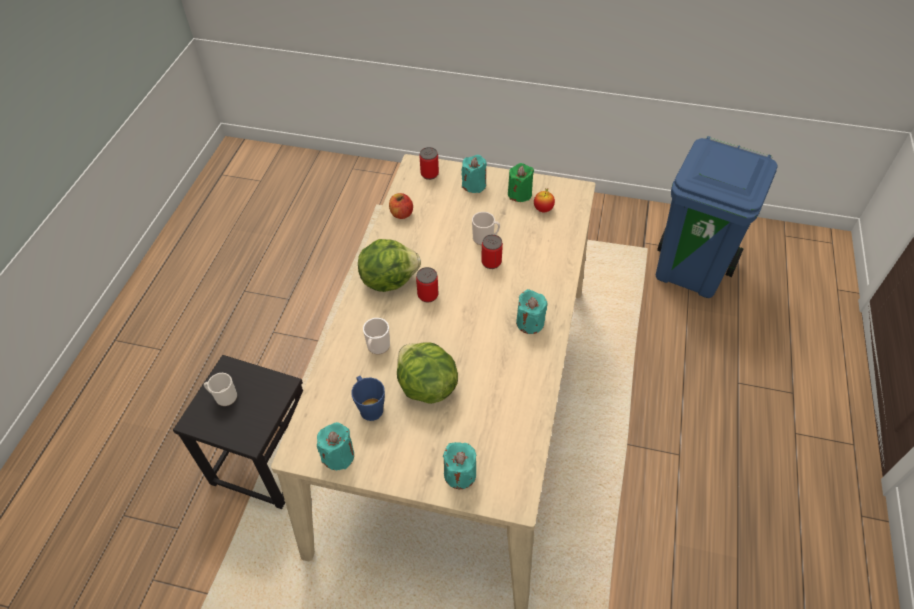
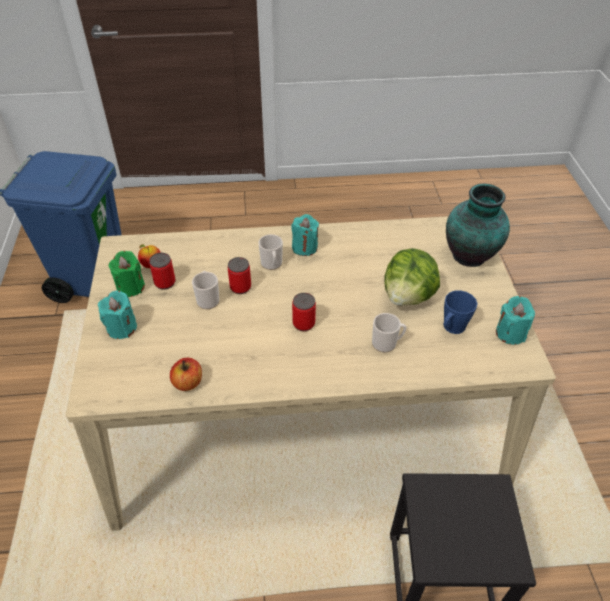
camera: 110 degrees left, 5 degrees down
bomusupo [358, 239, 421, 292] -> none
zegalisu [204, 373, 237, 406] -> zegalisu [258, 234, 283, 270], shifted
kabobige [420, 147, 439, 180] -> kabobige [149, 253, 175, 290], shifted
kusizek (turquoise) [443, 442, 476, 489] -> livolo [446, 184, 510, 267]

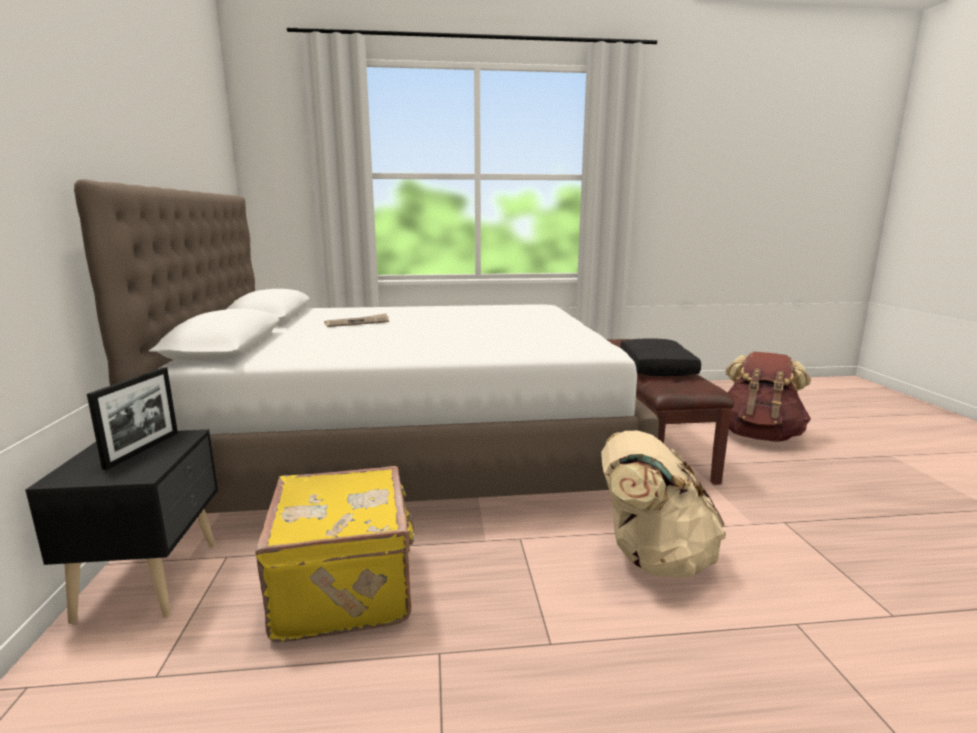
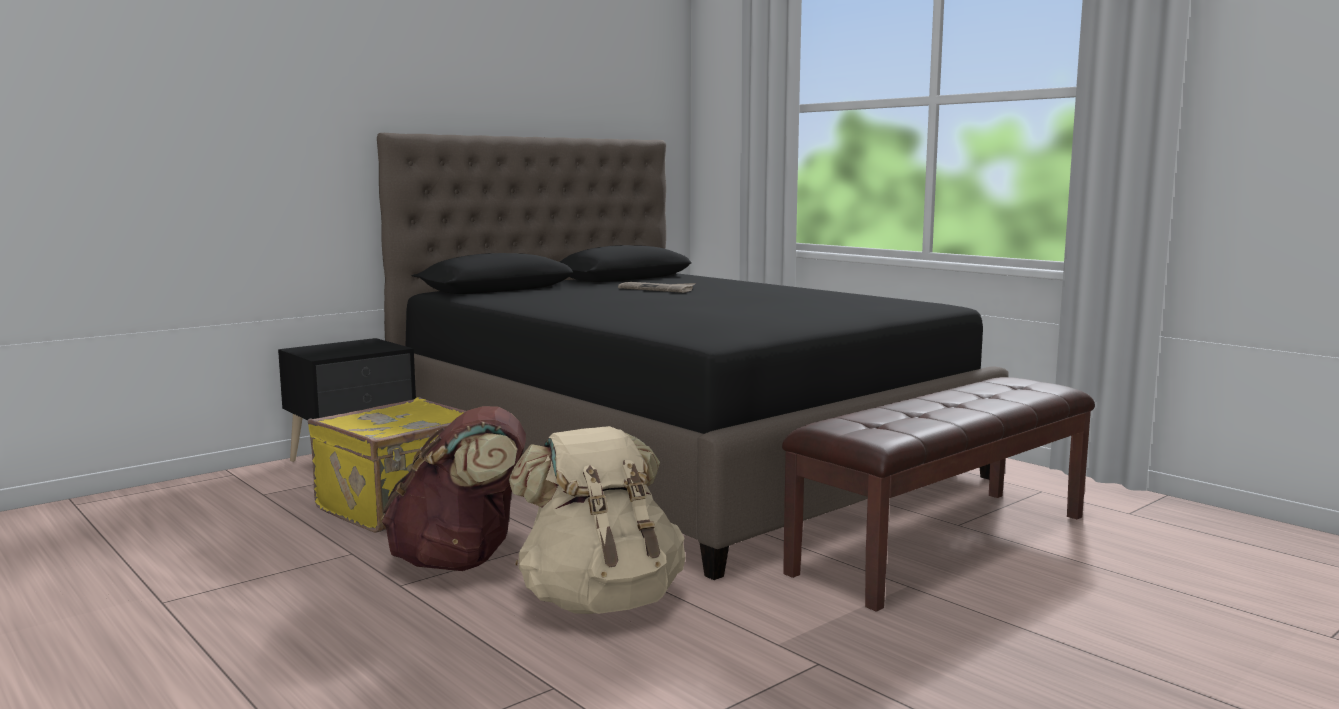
camera: 55 degrees right, 5 degrees down
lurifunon [87, 367, 178, 470] -> none
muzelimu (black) [620, 338, 701, 376] -> none
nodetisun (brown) [726, 352, 811, 442] -> nodetisun (brown) [381, 406, 526, 571], shifted
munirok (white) [74, 179, 659, 513] -> munirok (black) [377, 133, 1009, 580]

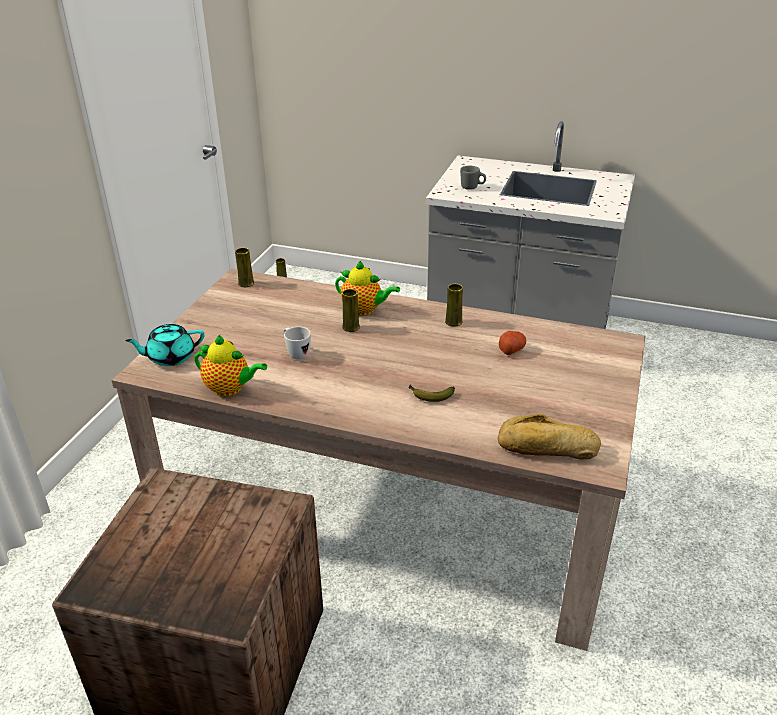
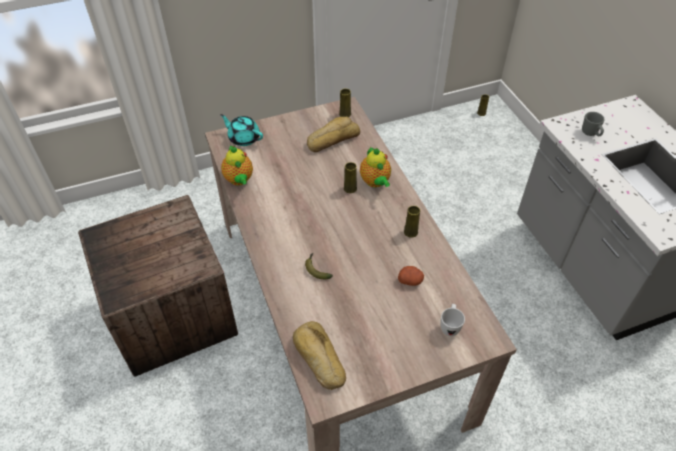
camera: 50 degrees right, 15 degrees up
none -> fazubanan [307, 117, 360, 152]
zegalisu (white) [284, 327, 311, 360] -> zegalisu (white) [441, 304, 465, 336], shifted

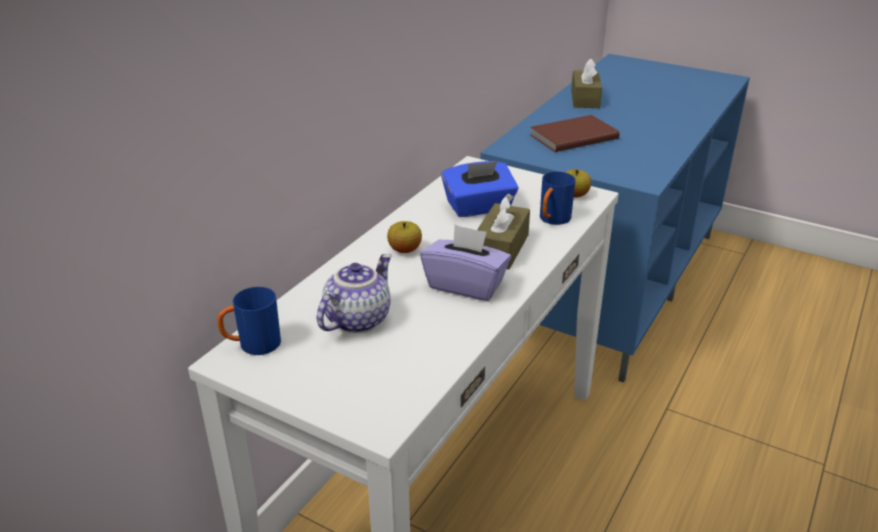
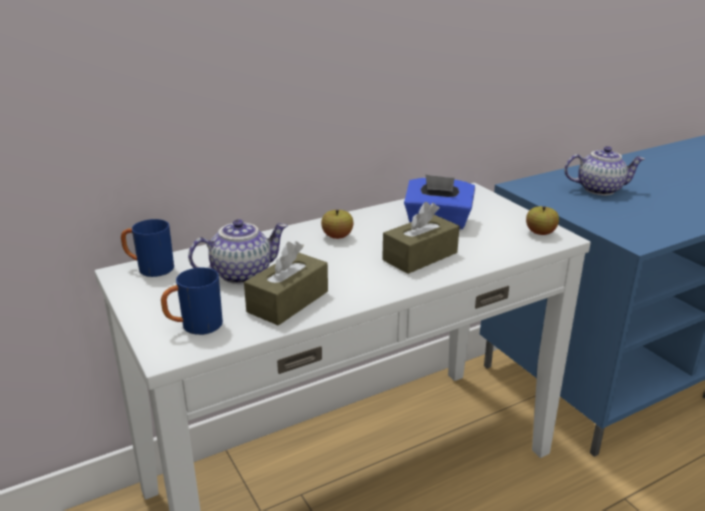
camera: 30 degrees right, 5 degrees down
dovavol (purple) [420, 224, 511, 301] -> none
zegalisu (blue) [540, 172, 576, 225] -> zegalisu (blue) [161, 268, 223, 335], shifted
dovavol (brown) [571, 58, 602, 108] -> dovavol (brown) [244, 241, 328, 326], shifted
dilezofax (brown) [530, 115, 619, 152] -> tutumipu [564, 146, 645, 195]

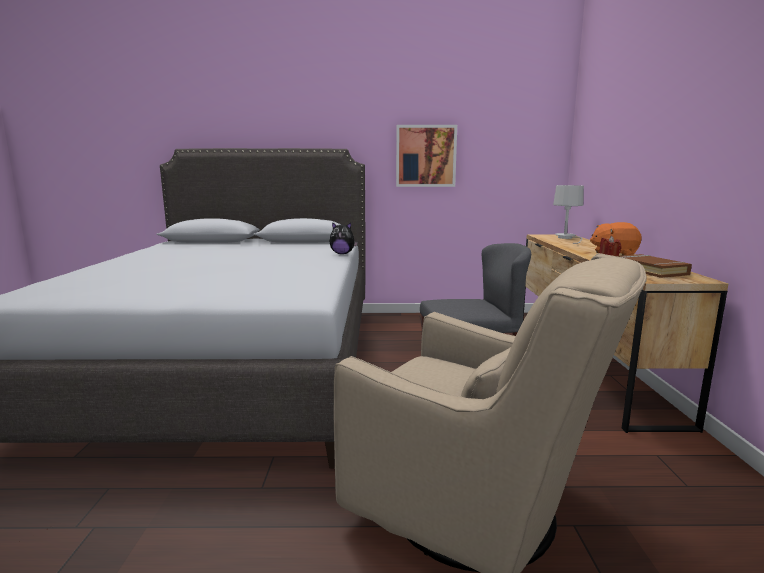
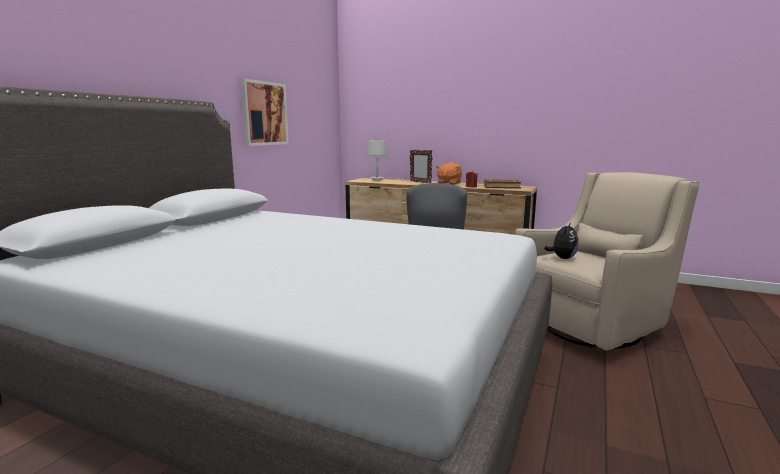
camera: 65 degrees left, 0 degrees up
none -> lurifunon [410, 150, 433, 183]
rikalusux [330, 222, 358, 254] -> rikalusux [544, 222, 578, 259], shifted

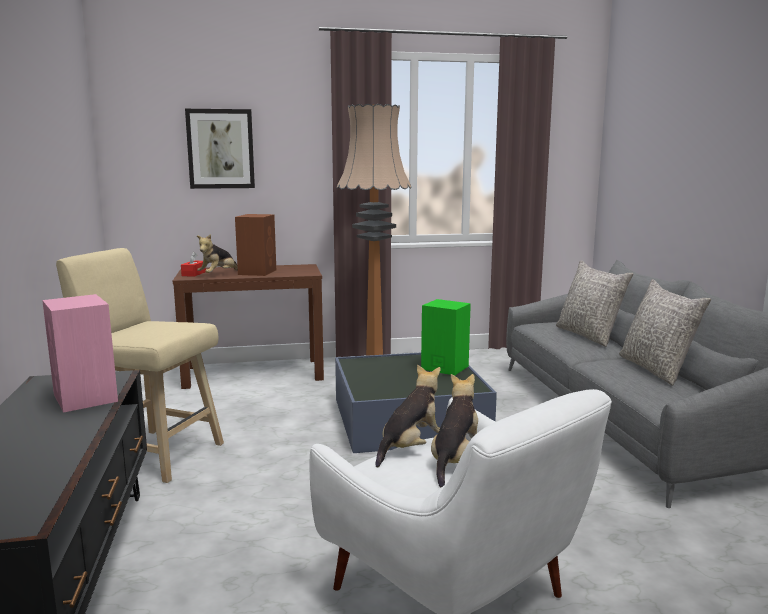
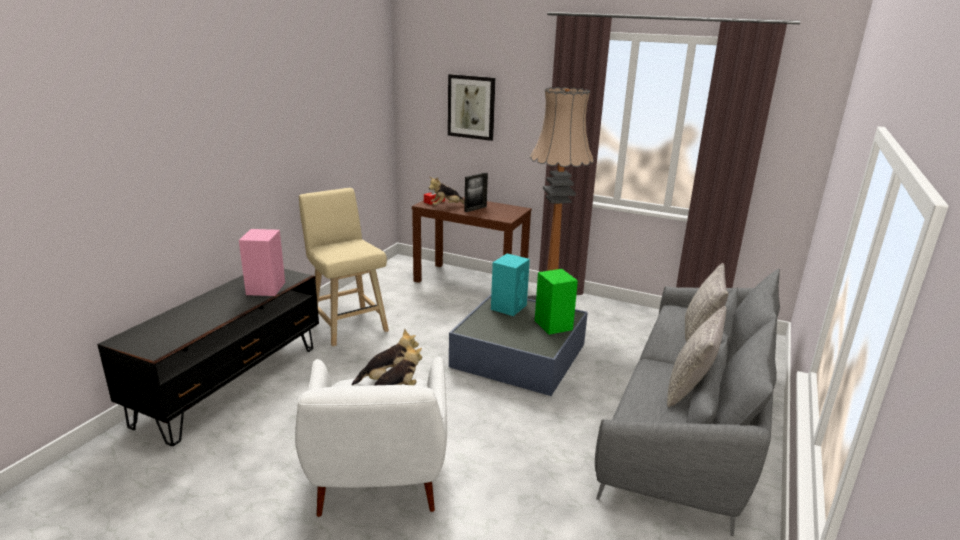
camera: 35 degrees right, 10 degrees up
none -> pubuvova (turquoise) [491, 254, 530, 316]
pubuvova (brown) [235, 214, 276, 276] -> lurifunon [464, 173, 488, 212]

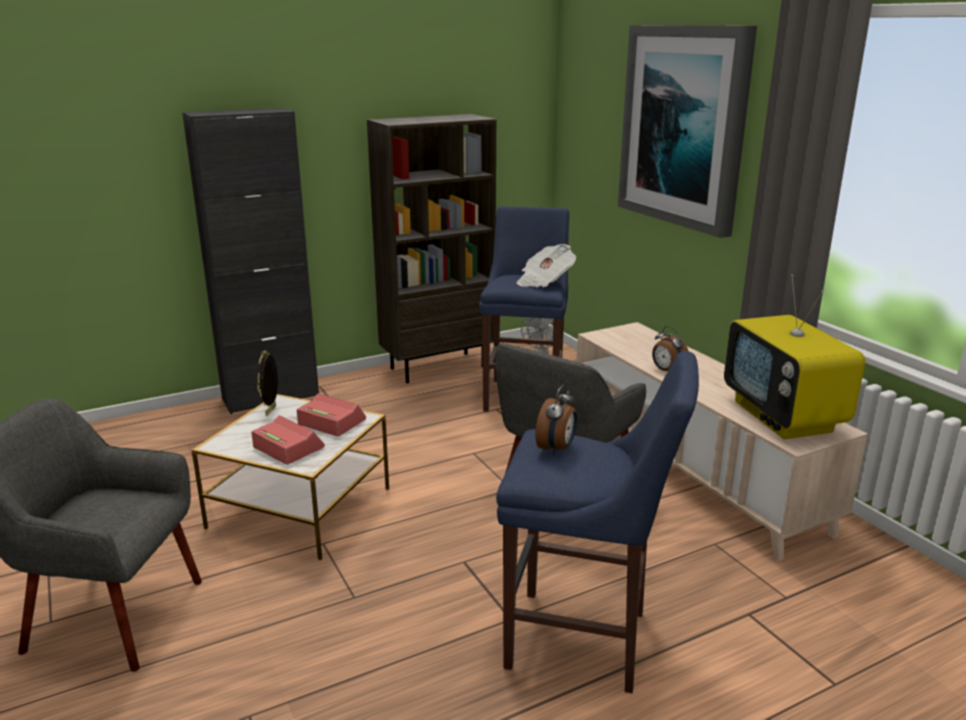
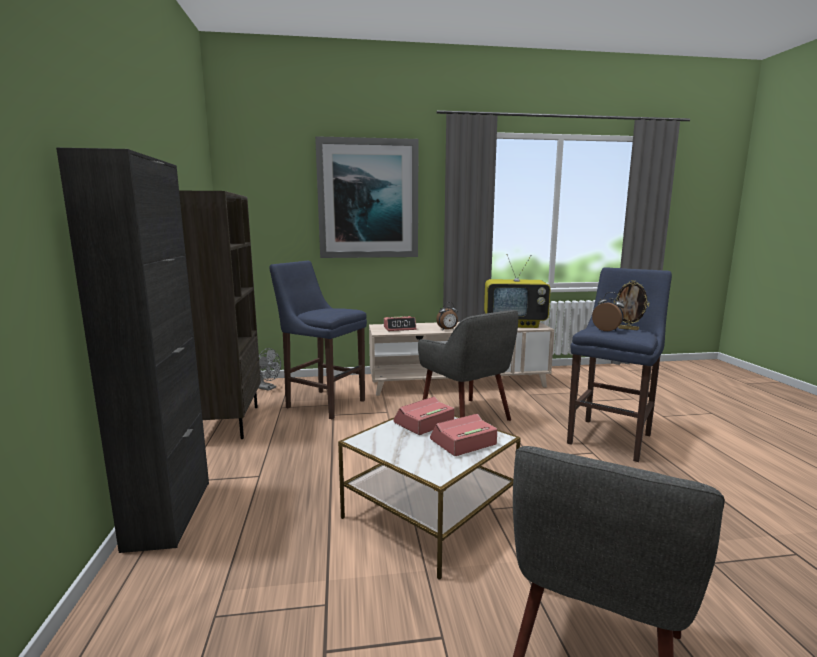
camera: 70 degrees left, 10 degrees down
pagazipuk [517, 244, 576, 287] -> none
none -> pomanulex [384, 316, 417, 331]
lurifunon [257, 350, 278, 416] -> lurifunon [613, 280, 649, 330], shifted

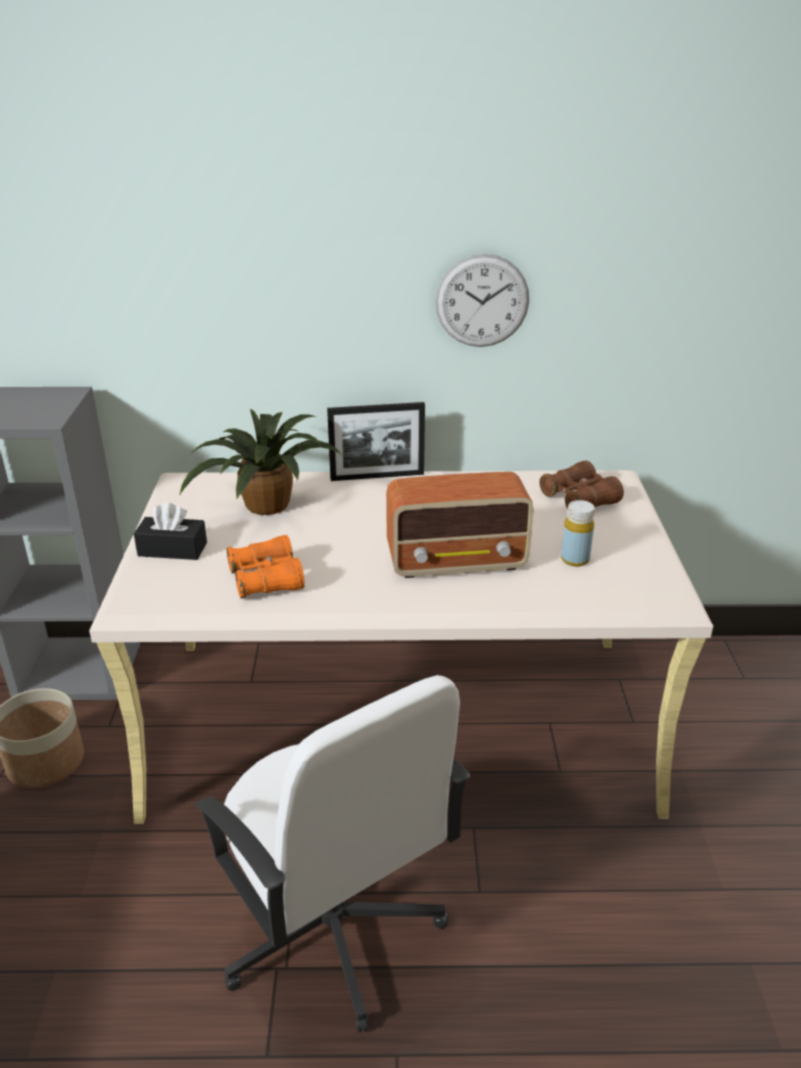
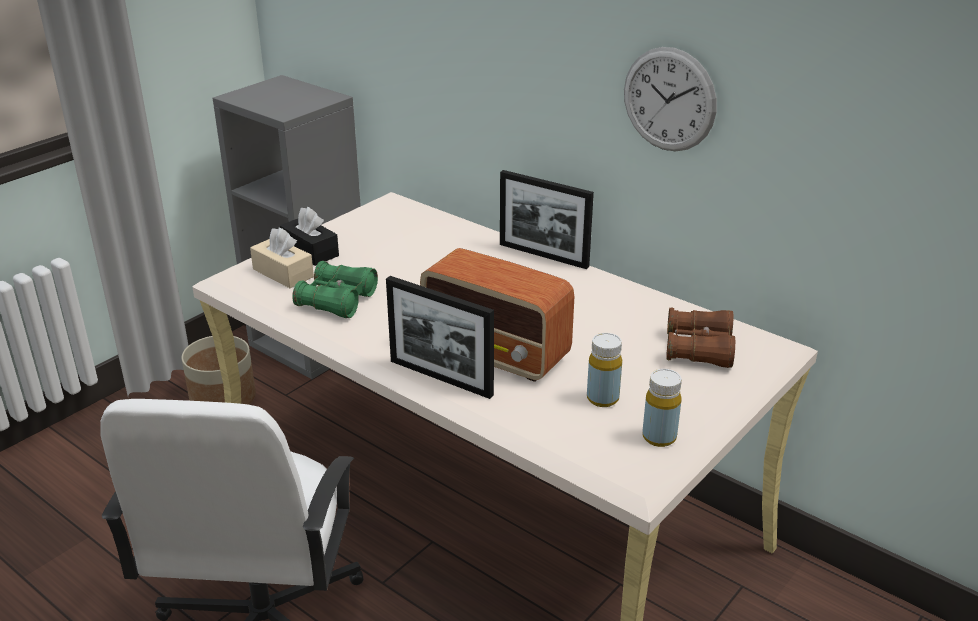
camera: 40 degrees right, 0 degrees up
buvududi [179, 408, 342, 515] -> none
none -> dovavol (beige) [250, 227, 314, 288]
none -> lurifunon [386, 276, 494, 399]
none -> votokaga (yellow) [642, 369, 682, 447]
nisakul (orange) [227, 535, 305, 599] -> nisakul (green) [292, 261, 378, 318]

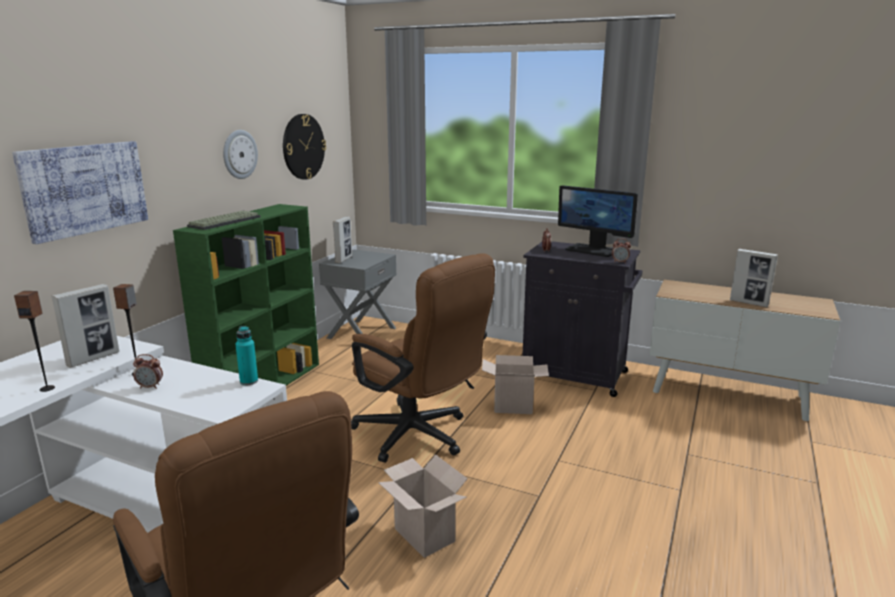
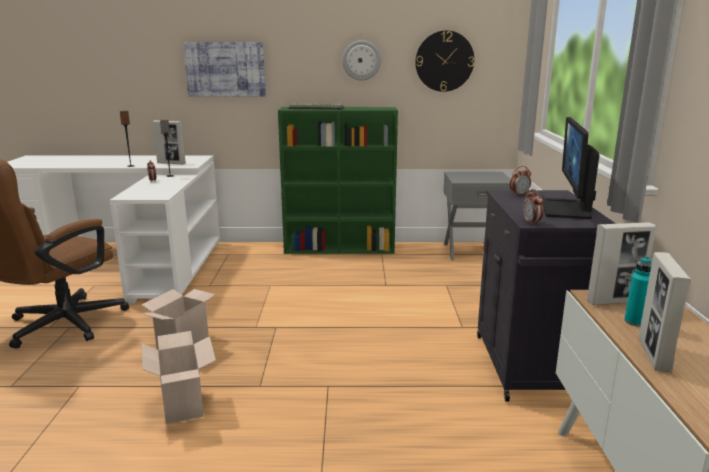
camera: 65 degrees right, 0 degrees up
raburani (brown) [351, 254, 495, 463] -> none
votokaga (turquoise) [235, 326, 258, 385] -> votokaga (turquoise) [624, 257, 652, 327], shifted
lurifunon [333, 217, 352, 263] -> lurifunon [587, 222, 656, 305], shifted
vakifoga [482, 355, 549, 414] -> vakifoga [142, 331, 216, 424], shifted

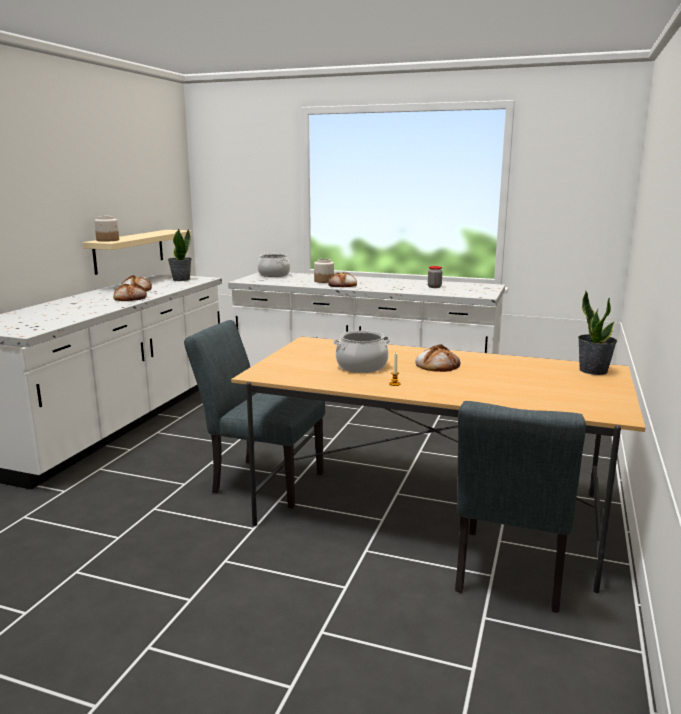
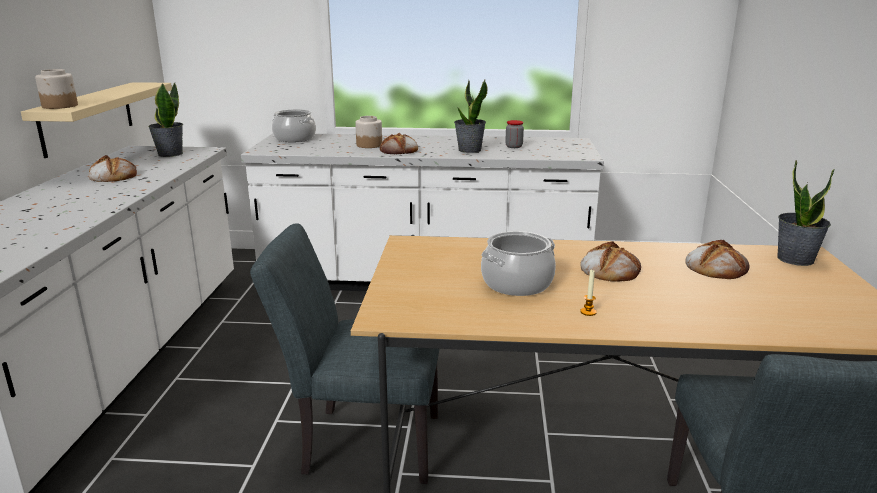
camera: 15 degrees left, 5 degrees up
none -> buvududi [454, 80, 488, 153]
fazubanan [113, 282, 147, 301] -> fazubanan [685, 240, 749, 279], shifted

